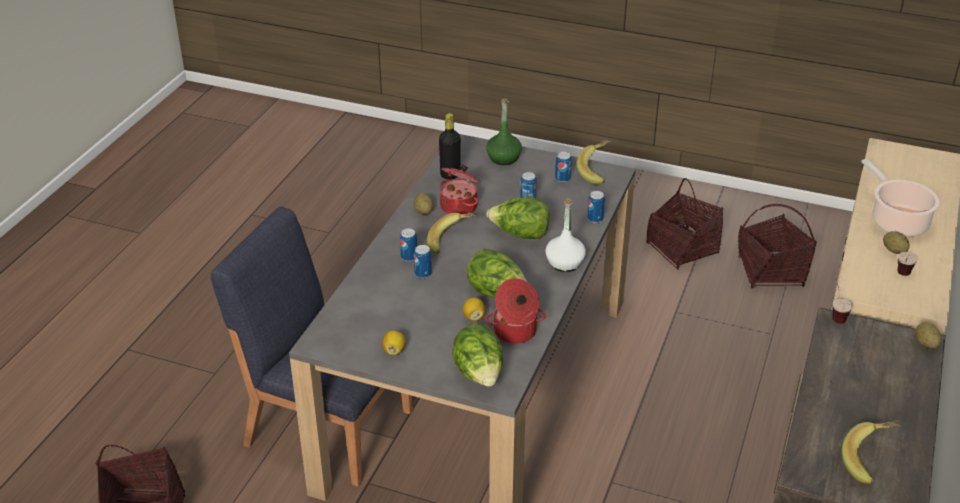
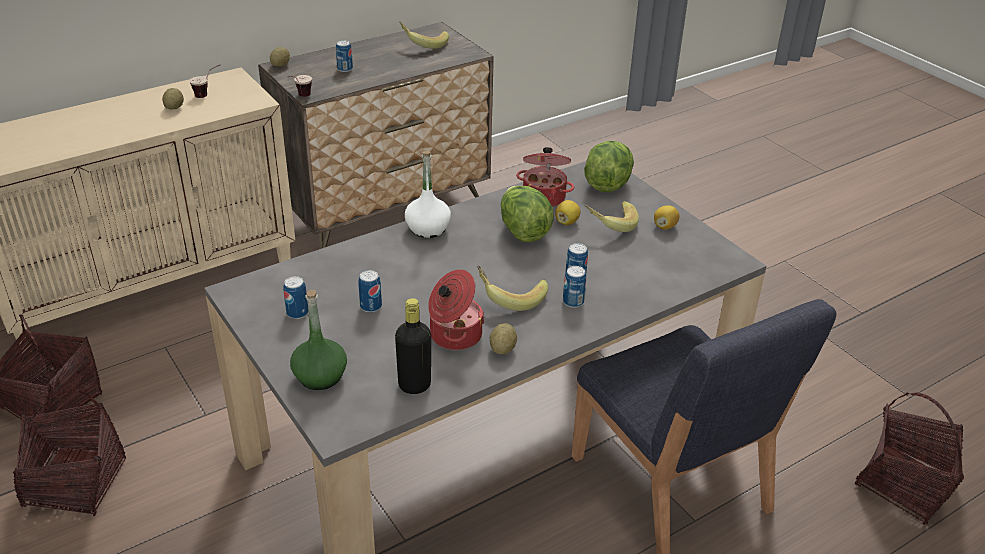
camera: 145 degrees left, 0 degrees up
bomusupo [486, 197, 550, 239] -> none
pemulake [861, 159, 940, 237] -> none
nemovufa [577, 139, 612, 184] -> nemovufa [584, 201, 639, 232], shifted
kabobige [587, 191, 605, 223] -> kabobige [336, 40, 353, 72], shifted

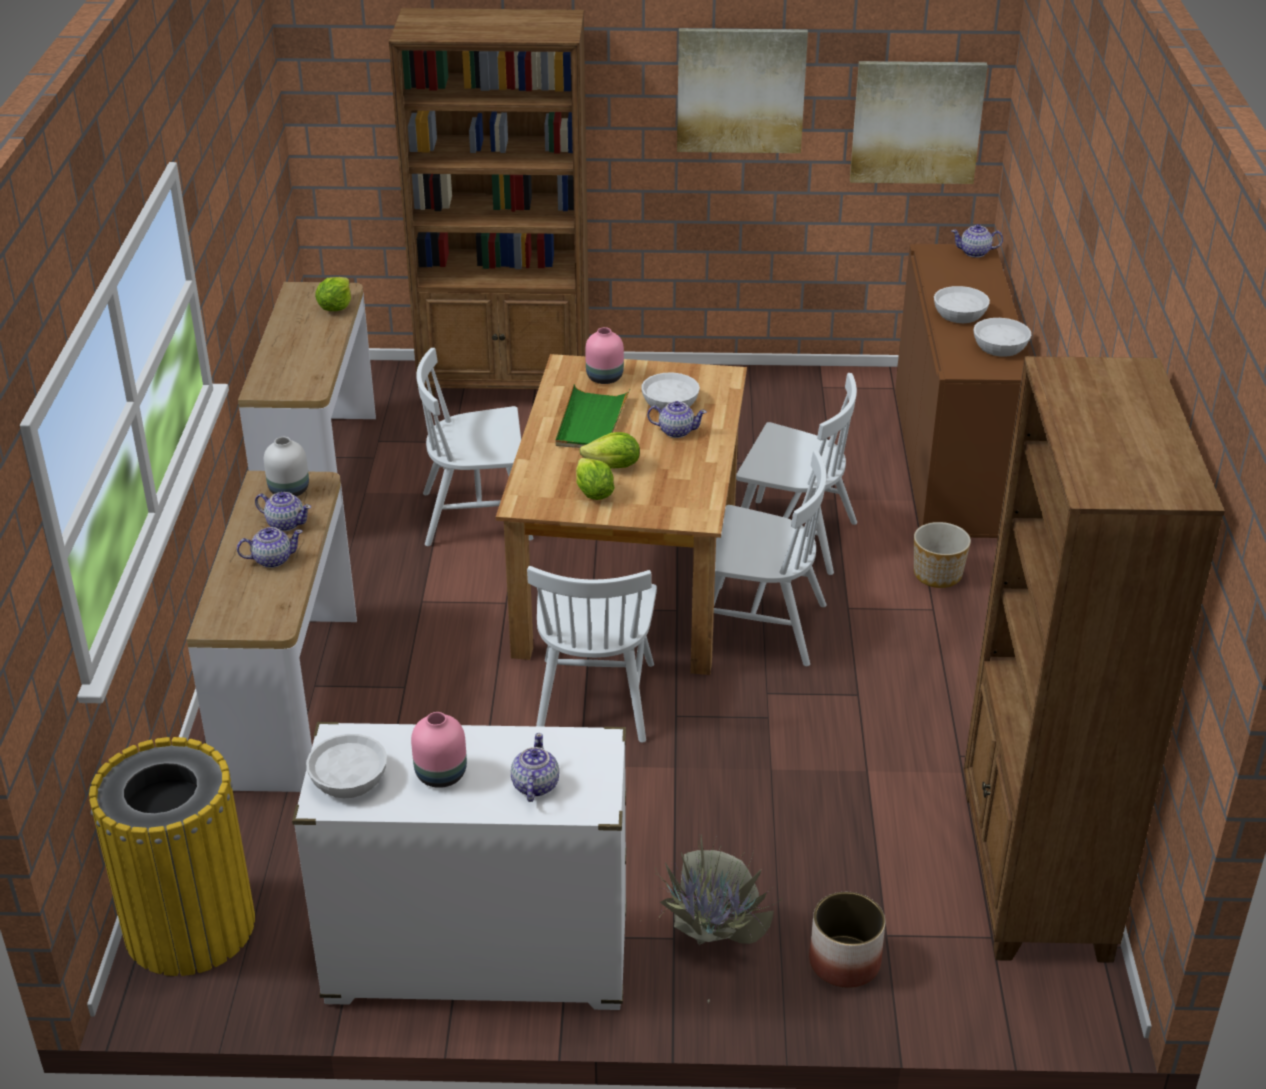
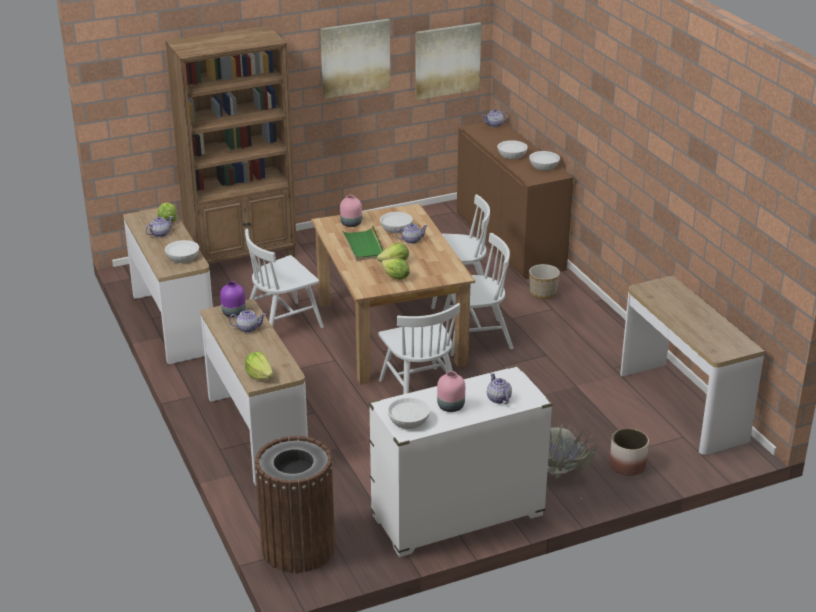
camera: 25 degrees left, 5 degrees down
none -> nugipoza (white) [165, 240, 199, 263]
none -> bomusupo [245, 351, 273, 380]
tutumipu [237, 527, 303, 568] -> tutumipu [145, 216, 174, 237], shifted
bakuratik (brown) [963, 356, 1225, 963] -> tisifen [620, 276, 765, 455]
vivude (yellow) [89, 737, 255, 976] -> vivude (brown) [255, 436, 335, 573]
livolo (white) [264, 437, 309, 497] -> livolo (purple) [220, 281, 246, 317]

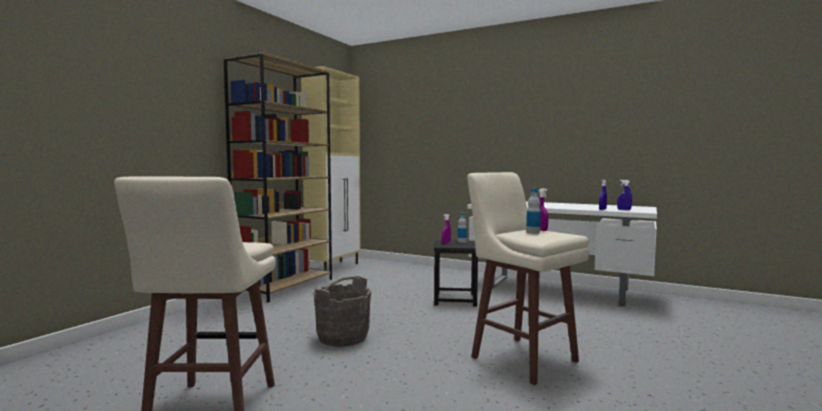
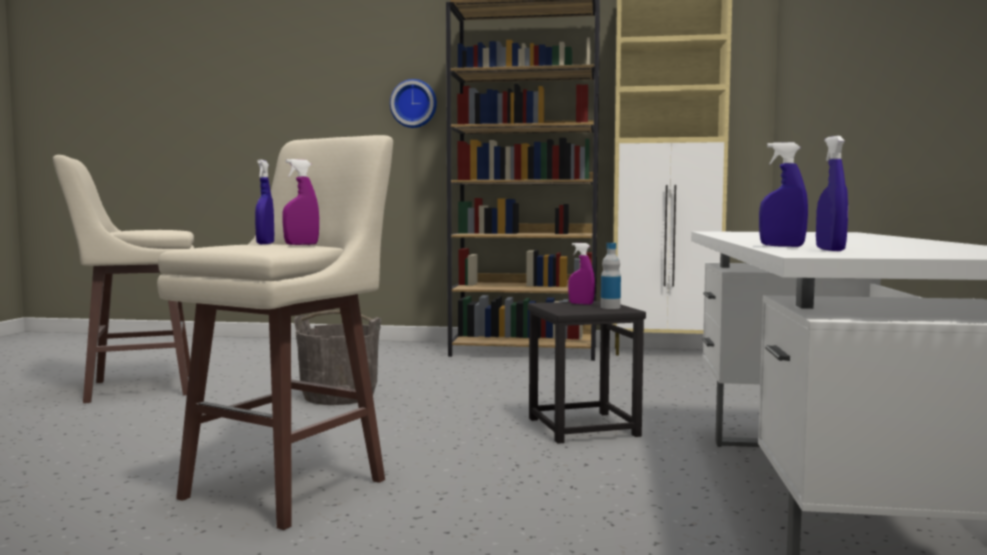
camera: 70 degrees right, 0 degrees up
none -> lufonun [390, 79, 437, 128]
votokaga [526, 188, 541, 234] -> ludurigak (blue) [255, 159, 274, 244]

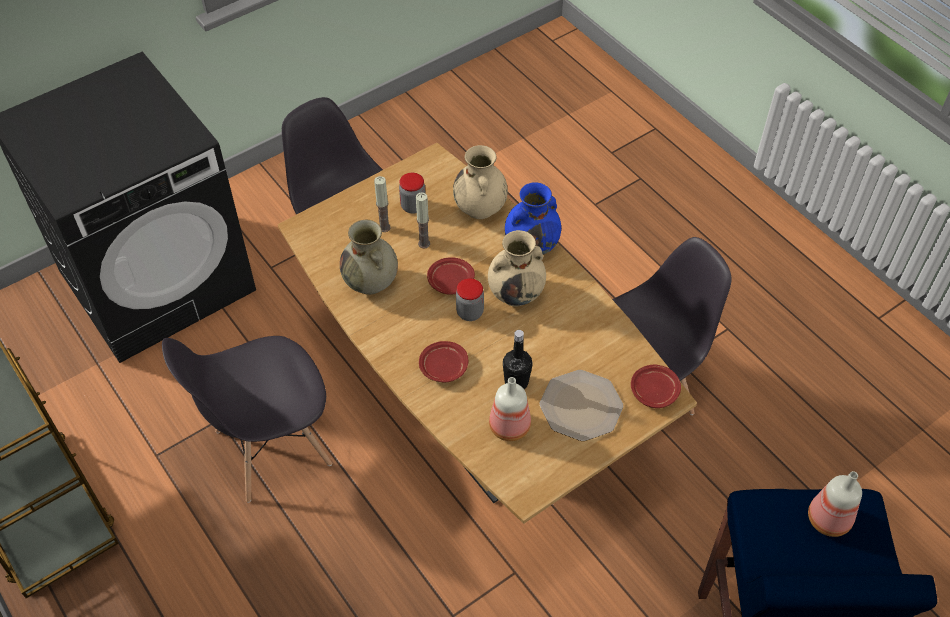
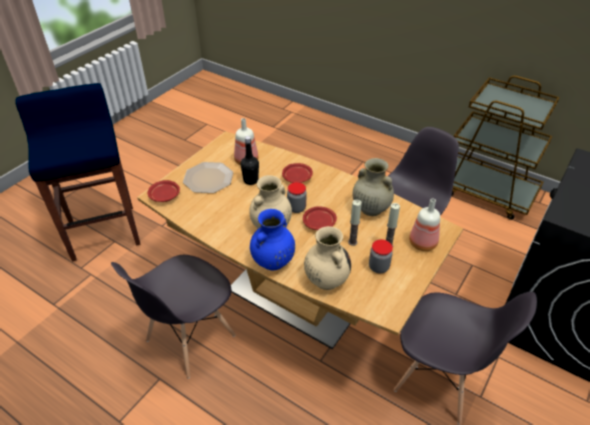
camera: 160 degrees right, 10 degrees down
votokaga [808, 471, 862, 537] -> votokaga [409, 198, 440, 251], shifted

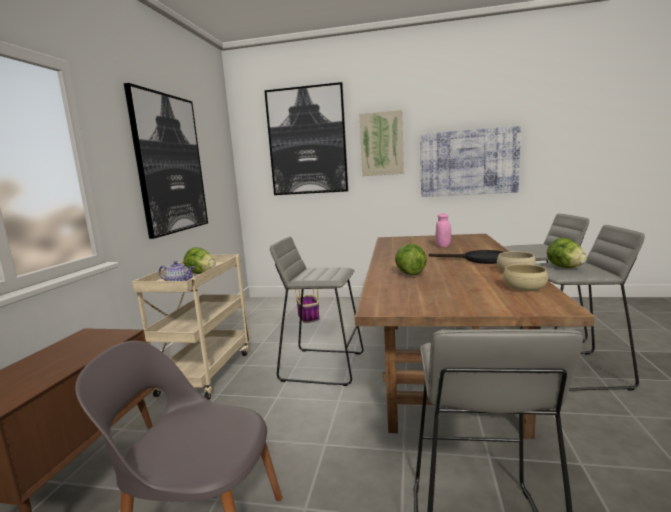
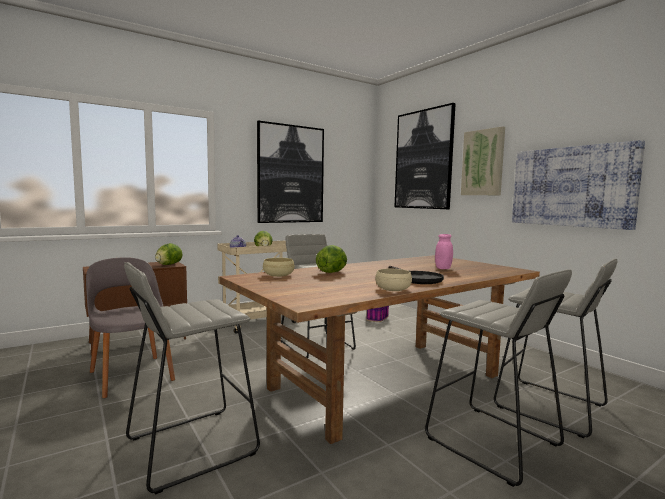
camera: 45 degrees right, 5 degrees down
nugipoza (beige) [503, 264, 548, 291] -> nugipoza (beige) [263, 258, 295, 277], shifted
bomusupo [547, 238, 587, 268] -> bomusupo [155, 243, 183, 265], shifted

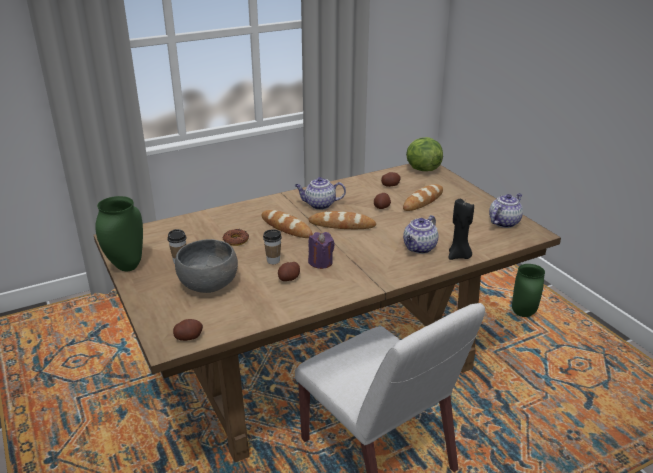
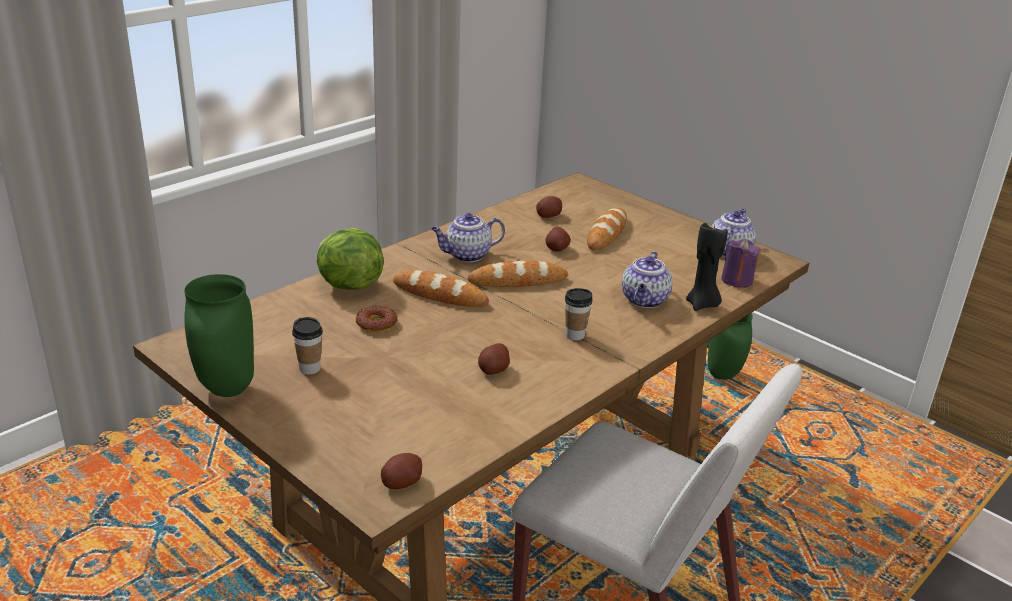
camera: 20 degrees left, 0 degrees up
nugipoza (grey) [175, 239, 238, 293] -> none
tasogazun [263, 230, 282, 264] -> tasogazun [565, 288, 593, 340], shifted
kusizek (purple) [308, 232, 335, 269] -> kusizek (purple) [721, 239, 760, 288], shifted
bomusupo [406, 137, 443, 171] -> bomusupo [317, 228, 384, 290], shifted

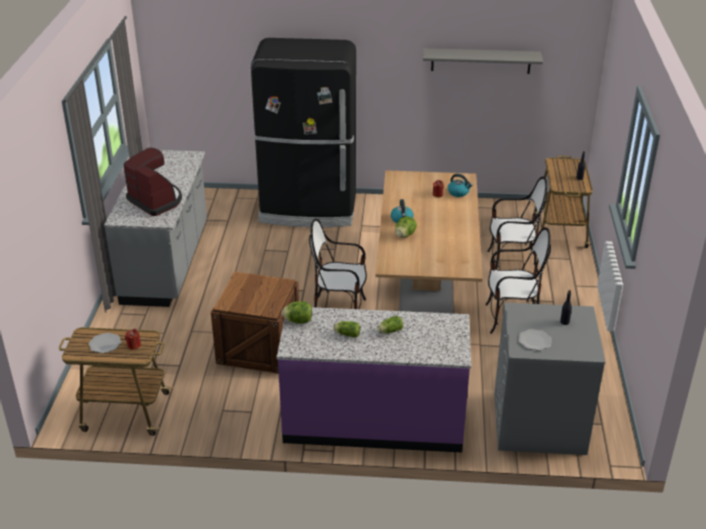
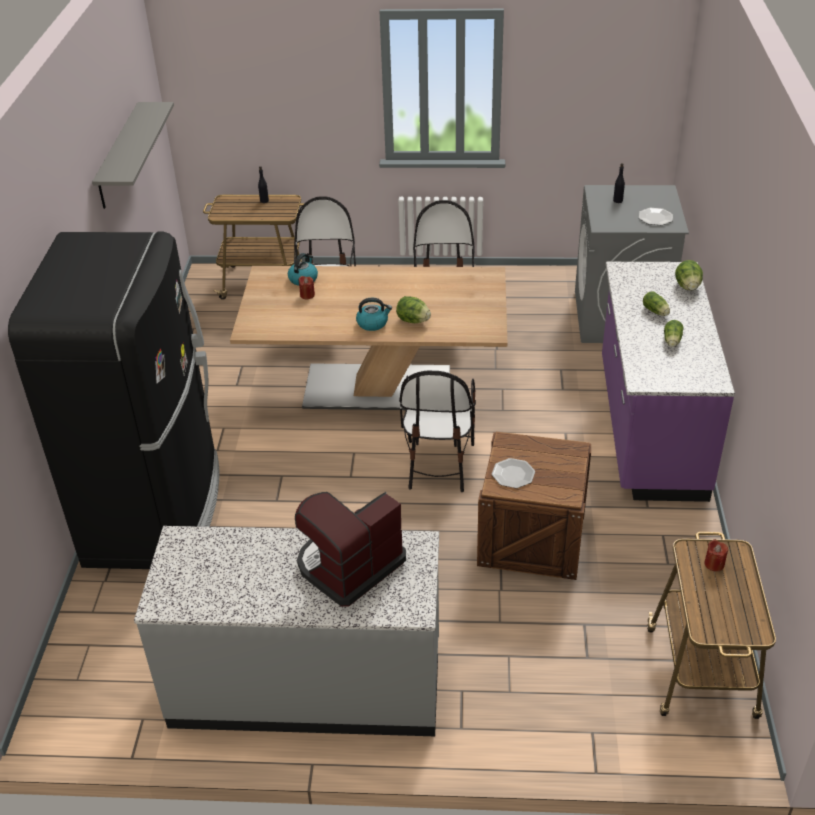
camera: 90 degrees left, 5 degrees up
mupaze [89, 333, 121, 353] -> mupaze [492, 458, 535, 488], shifted
bomusupo [282, 301, 312, 324] -> bomusupo [675, 260, 703, 291], shifted

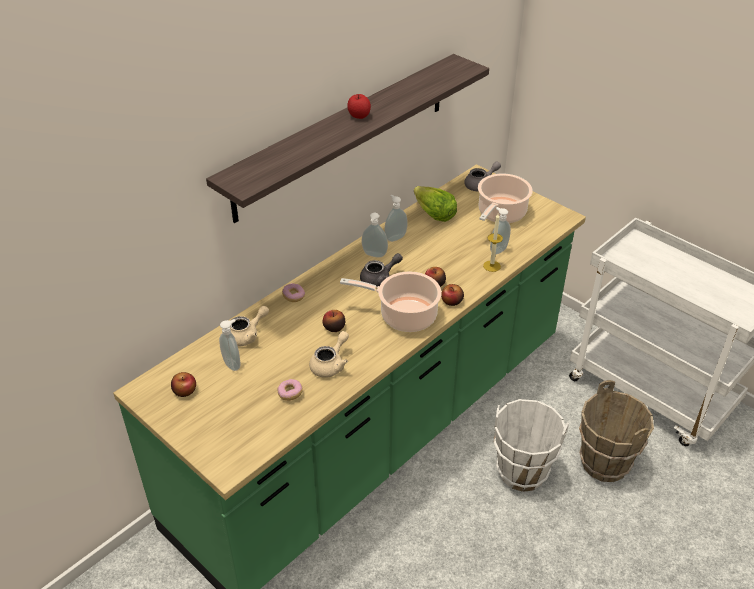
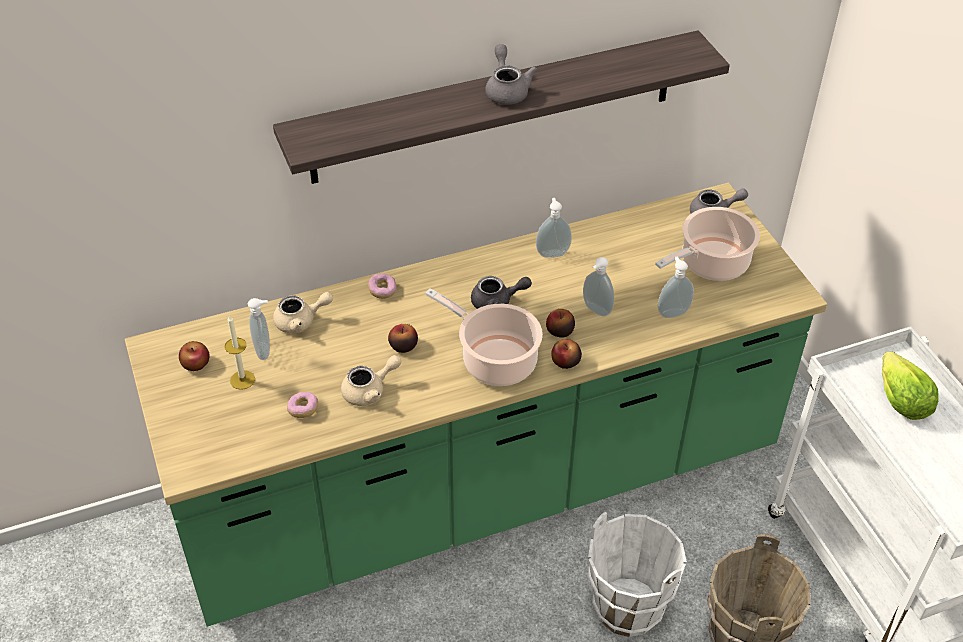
camera: 25 degrees right, 5 degrees up
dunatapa [361, 213, 388, 258] -> dunatapa [583, 257, 614, 316], shifted
bomusupo [414, 186, 457, 222] -> bomusupo [882, 351, 939, 420], shifted
kusizek [483, 214, 503, 272] -> kusizek [225, 315, 255, 390], shifted
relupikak [347, 94, 371, 119] -> tutumipu (grey) [486, 44, 537, 105]

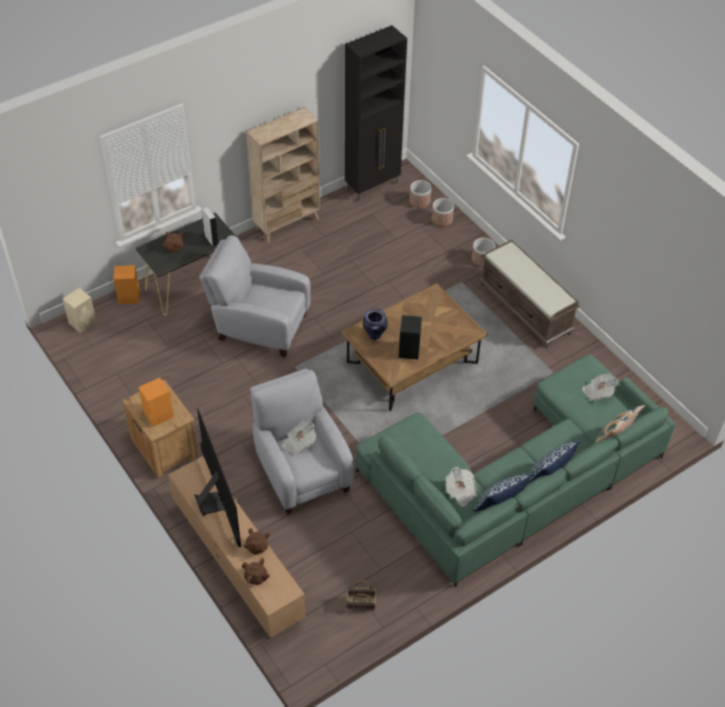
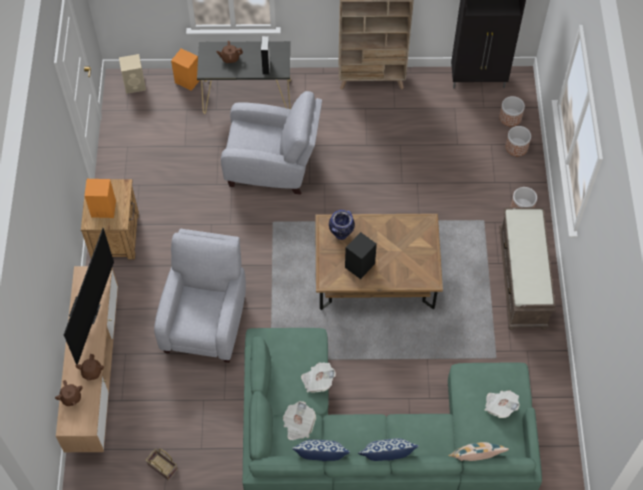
camera: 35 degrees right, 10 degrees up
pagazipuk [283, 420, 316, 455] -> pagazipuk [301, 362, 336, 393], shifted
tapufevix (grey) [199, 235, 311, 357] -> tapufevix (grey) [221, 91, 322, 195], 135 degrees clockwise

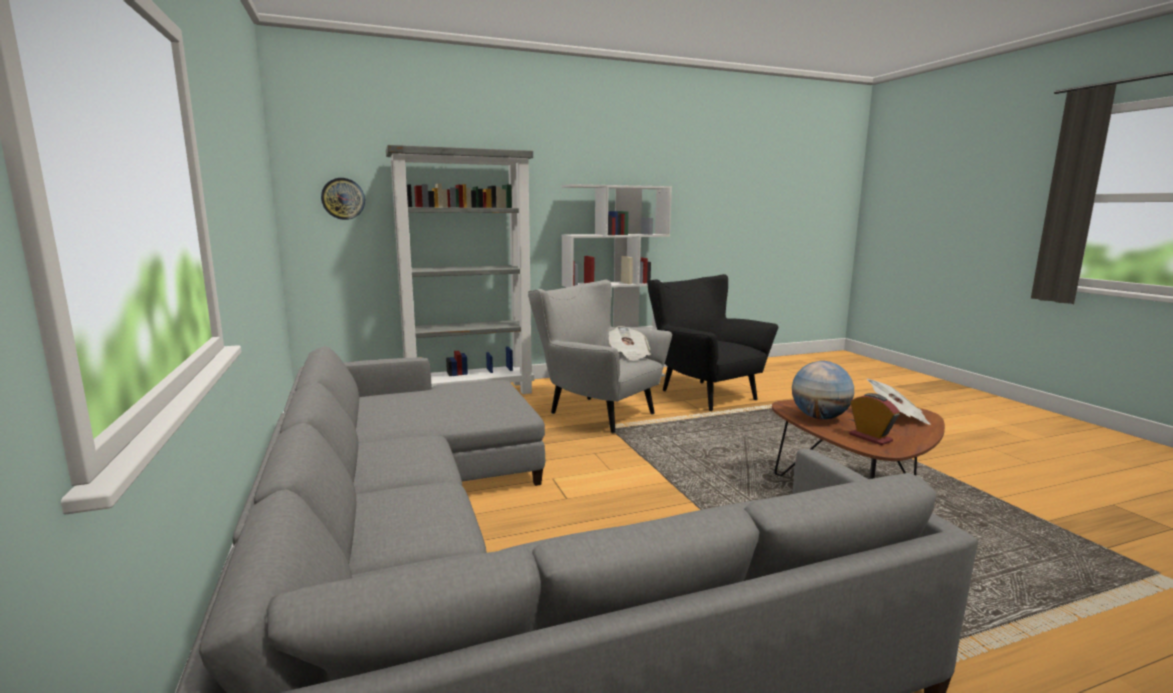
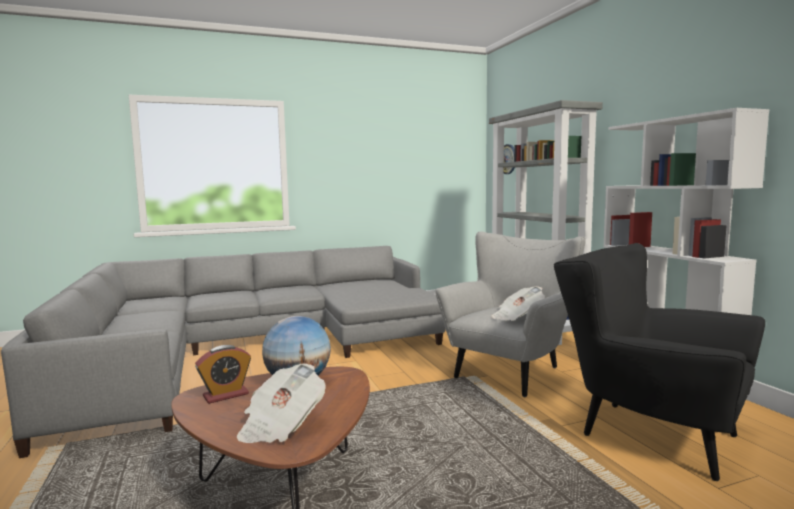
camera: 90 degrees right, 5 degrees down
tapufevix (black) [648, 274, 778, 411] -> tapufevix (black) [554, 243, 765, 481], 105 degrees counterclockwise

